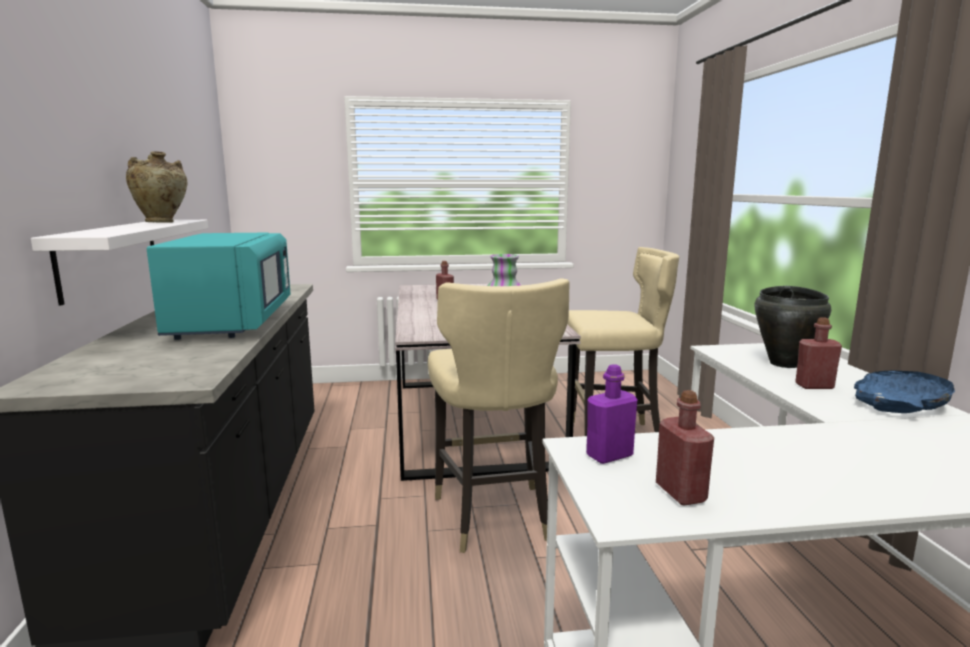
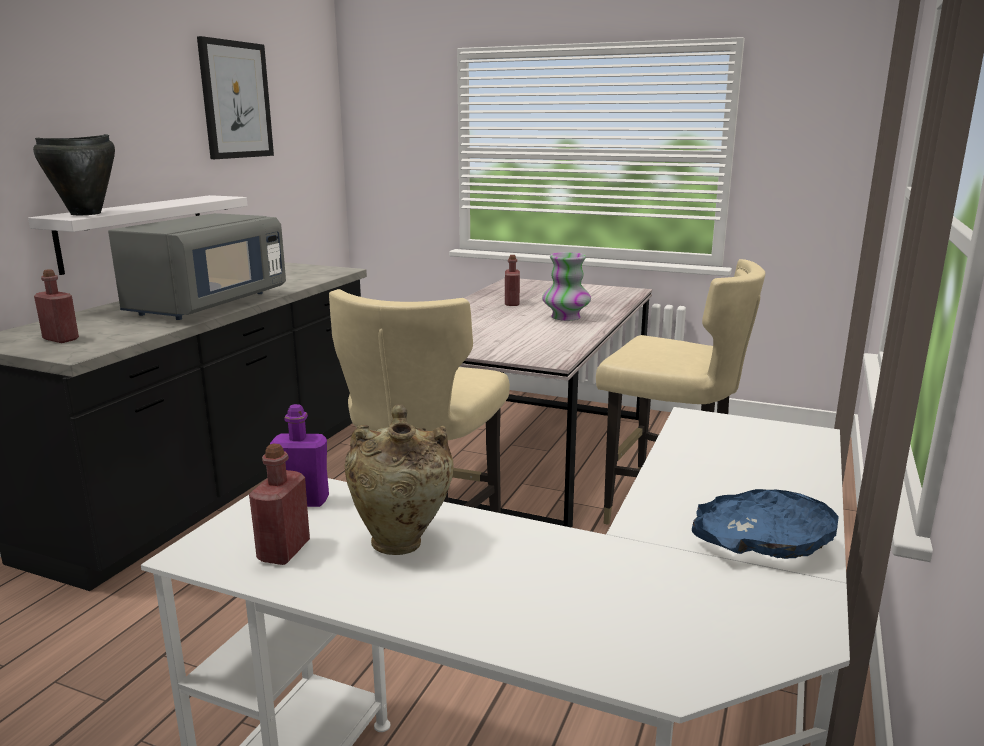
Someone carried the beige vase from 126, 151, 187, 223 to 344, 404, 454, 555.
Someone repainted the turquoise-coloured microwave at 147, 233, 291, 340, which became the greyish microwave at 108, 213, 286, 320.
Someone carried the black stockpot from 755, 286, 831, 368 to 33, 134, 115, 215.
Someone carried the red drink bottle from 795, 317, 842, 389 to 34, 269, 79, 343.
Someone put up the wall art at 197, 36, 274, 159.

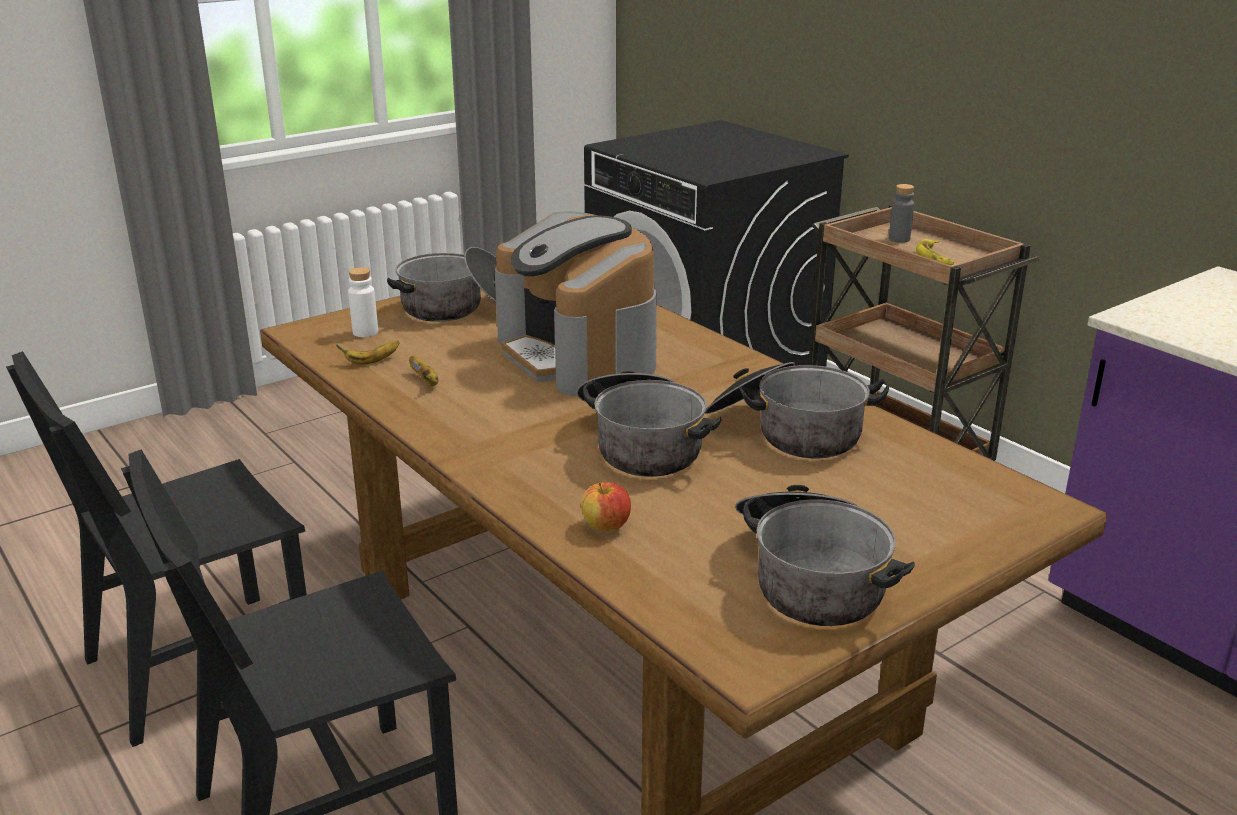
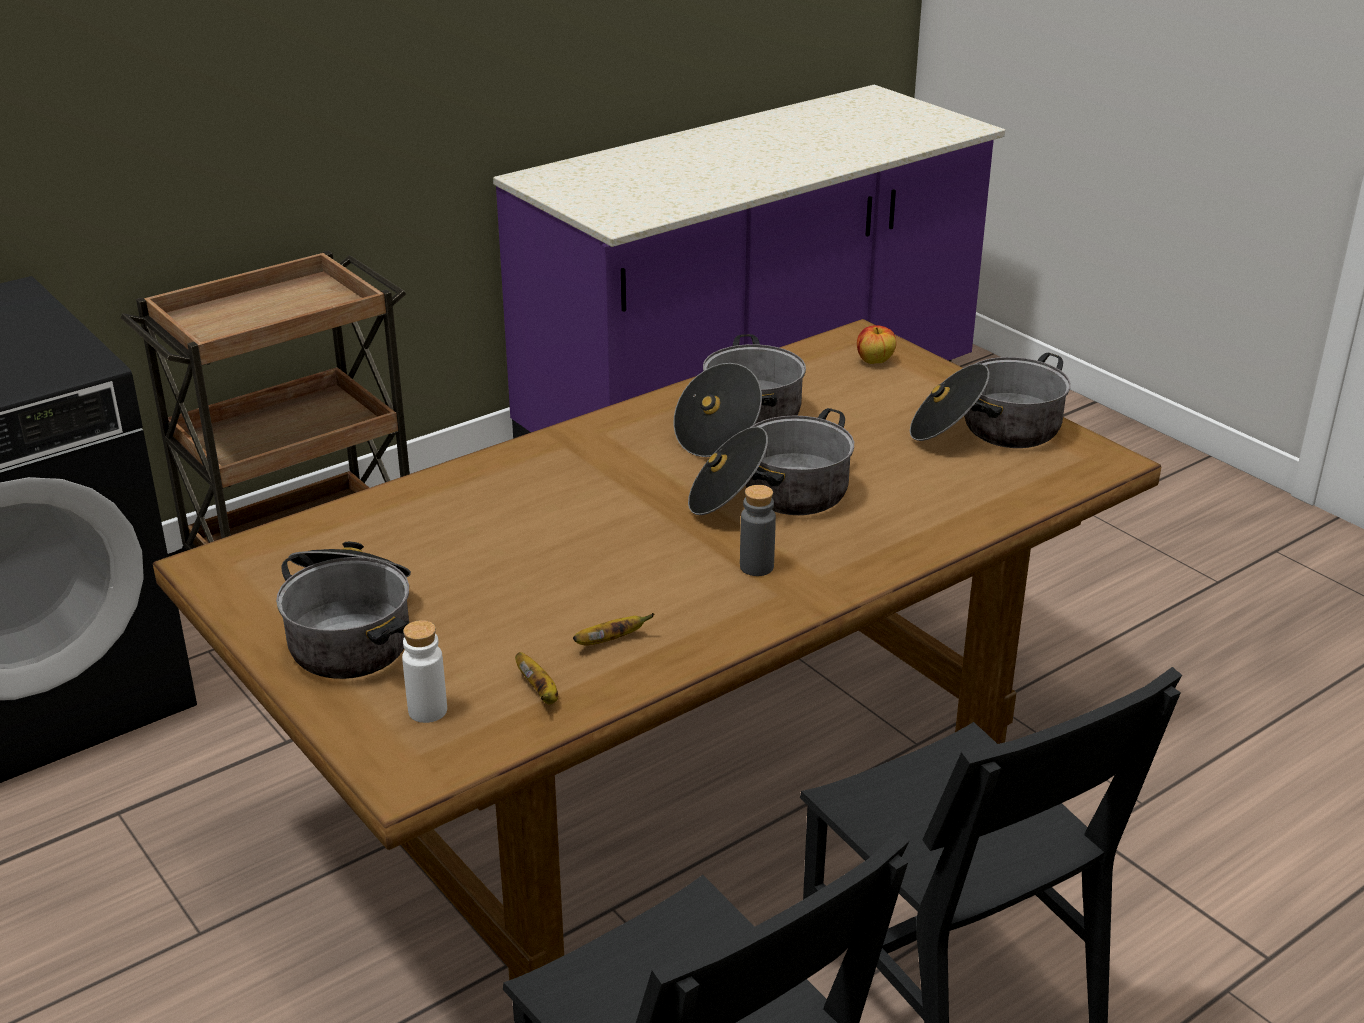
Someone carried the greyish drink bottle from 889, 184, 914, 243 to 740, 485, 776, 576.
Someone took away the coffee brewer at 495, 211, 657, 396.
Someone took away the banana at 916, 239, 954, 265.
Someone carried the apple from 581, 482, 631, 531 to 857, 325, 896, 364.

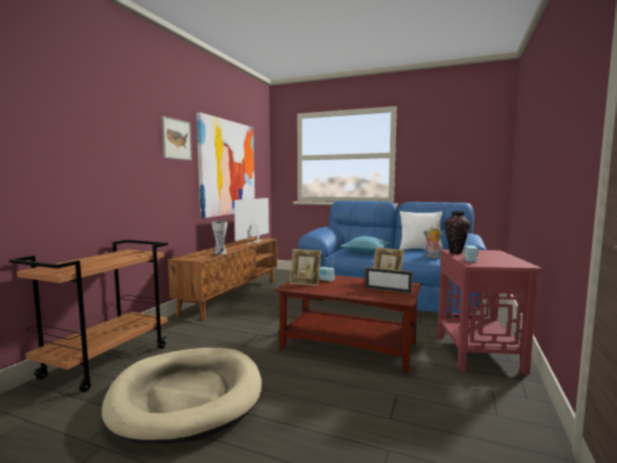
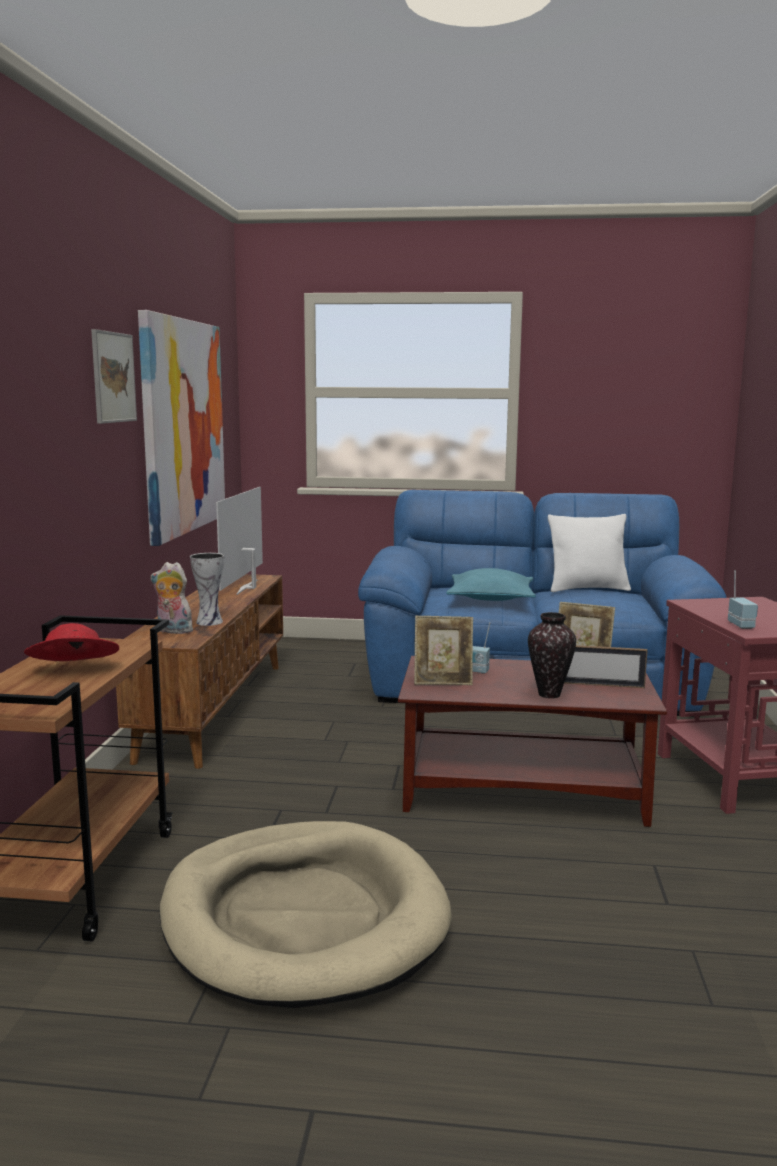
Someone carried the vase from 445, 211, 470, 254 to 528, 612, 576, 698.
Someone carried the soft toy from 423, 225, 443, 258 to 151, 562, 193, 634.
Someone put down the red wearable hat at 24, 623, 119, 661.

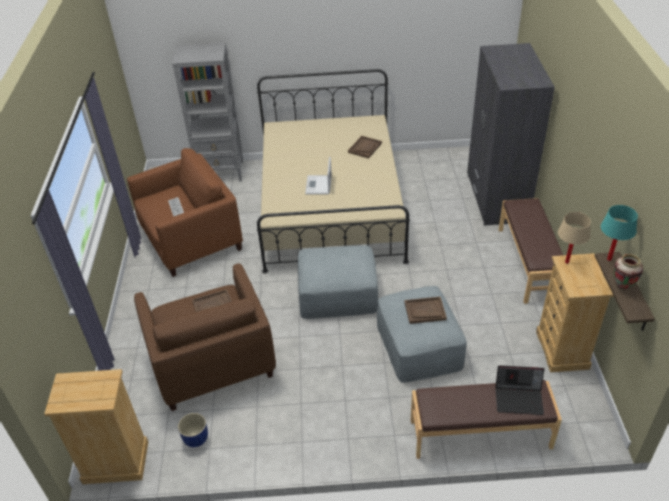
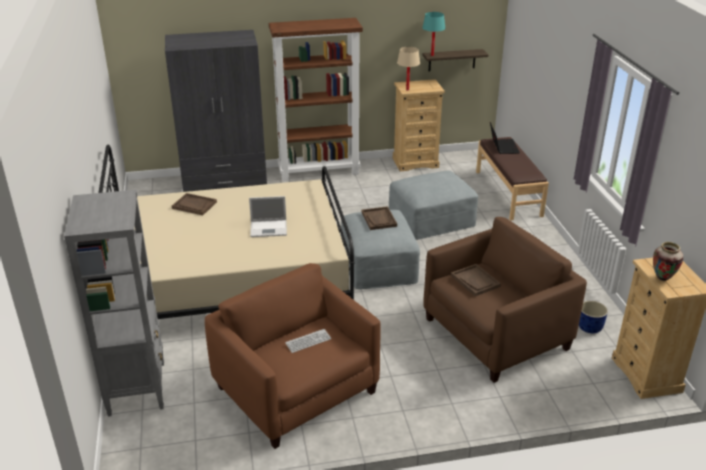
Someone swapped the brown indoor bench at 499, 198, 563, 304 for the brown bookshelf at 269, 18, 363, 181.
Someone carried the vase from 613, 254, 643, 290 to 653, 242, 683, 281.
Someone carried the brown serving tray from 404, 297, 447, 324 to 362, 206, 397, 230.

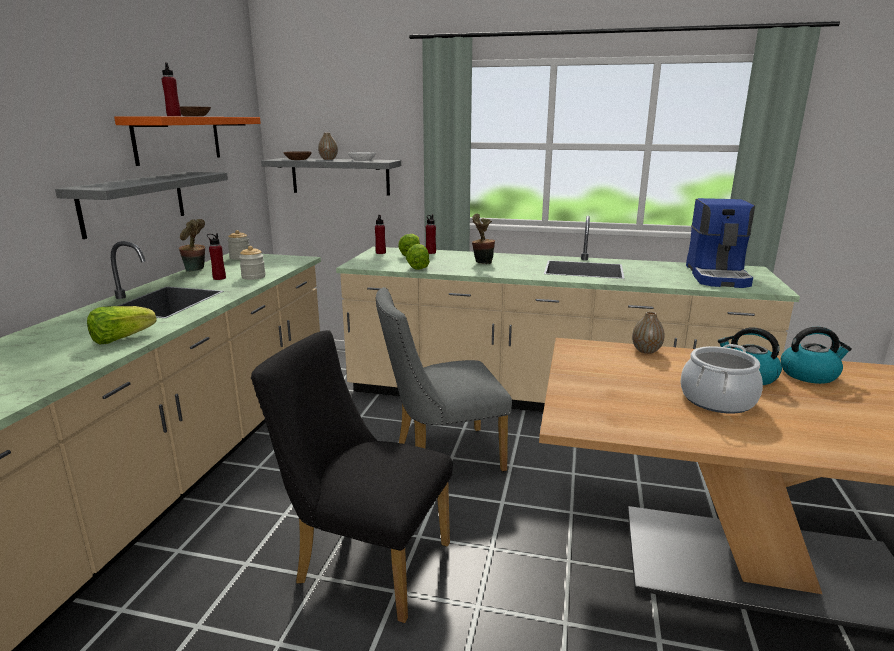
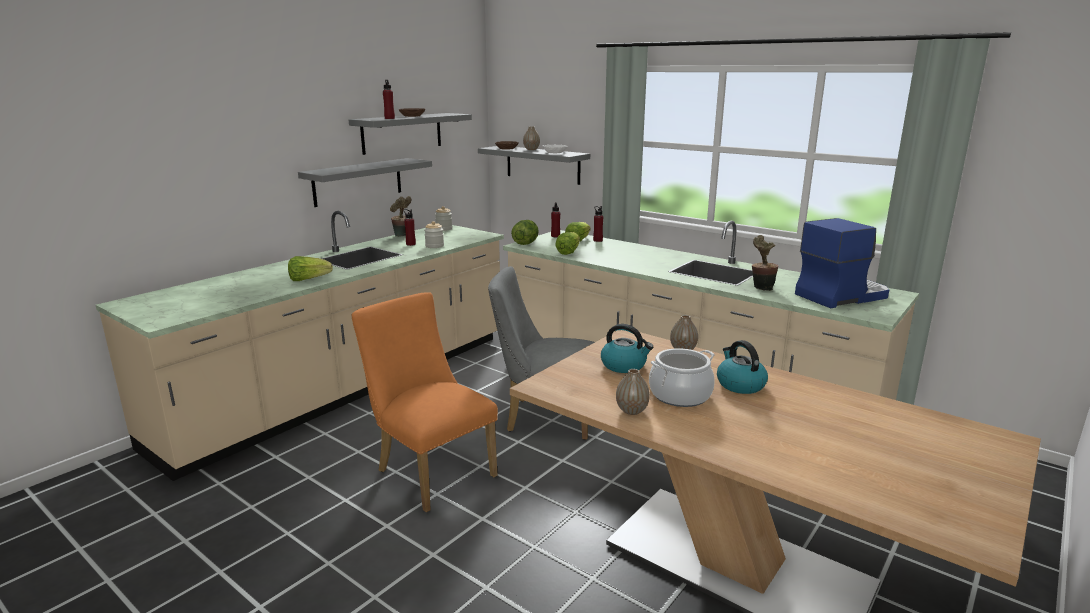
Someone repainted the orange shelf at 114, 117, 261, 166, which became the greyish shelf at 349, 113, 472, 155.
Someone rotated the coffee brewer at 686, 198, 755, 288 by 150 degrees counterclockwise.
Someone carried the houseplant from 472, 213, 495, 264 to 752, 235, 779, 291.
Someone carried the tea kettle from 781, 327, 852, 384 to 601, 324, 653, 373.
Someone repainted the black plain chair at 251, 330, 453, 623, which became the orange plain chair at 352, 292, 498, 512.
Someone put down the head of lettuce at 511, 220, 539, 245.
Someone put down the vase at 616, 369, 650, 415.

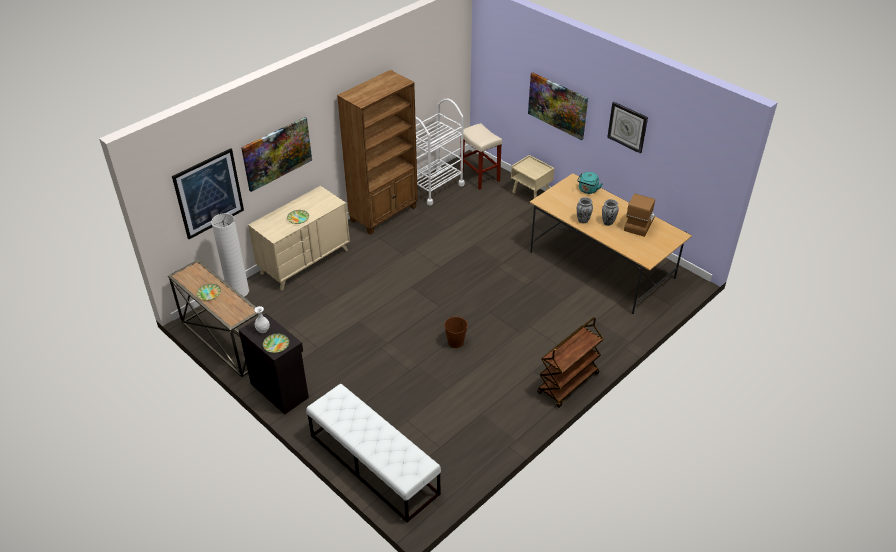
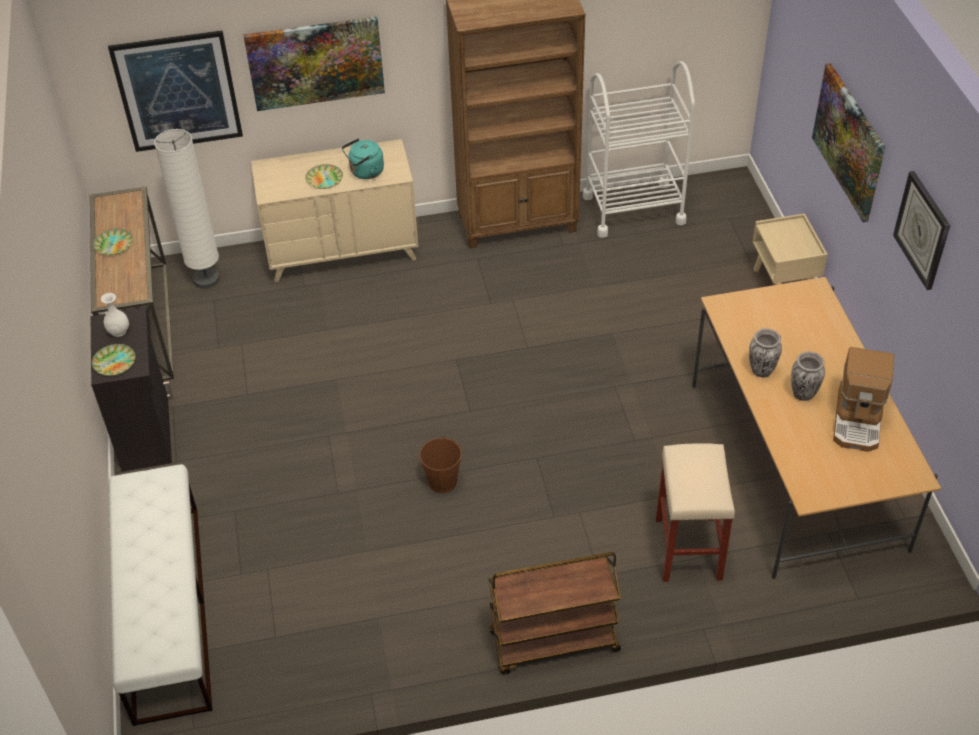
Someone carried the beige sitting stool from 460, 123, 502, 190 to 656, 443, 735, 582.
Someone carried the turquoise-coloured tea kettle from 577, 172, 603, 194 to 342, 138, 384, 179.
Someone rotated the coffee brewer at 624, 194, 655, 237 by 135 degrees clockwise.

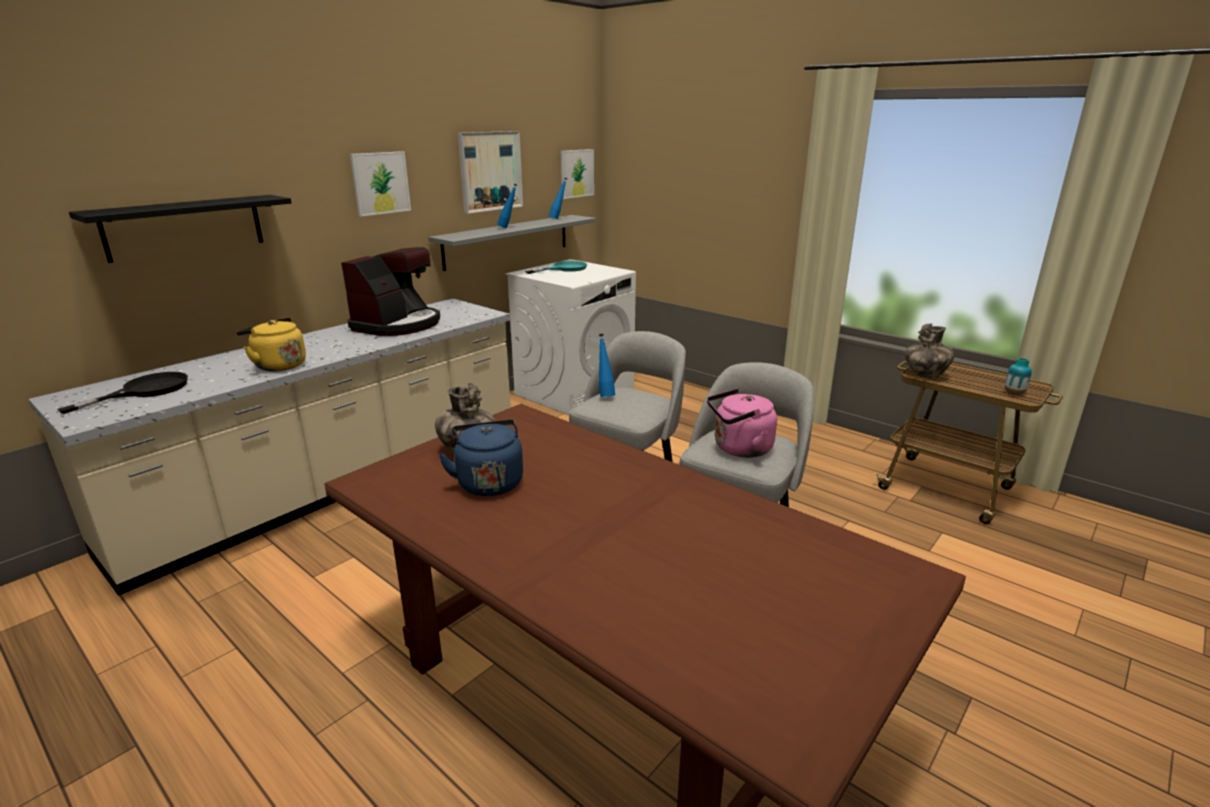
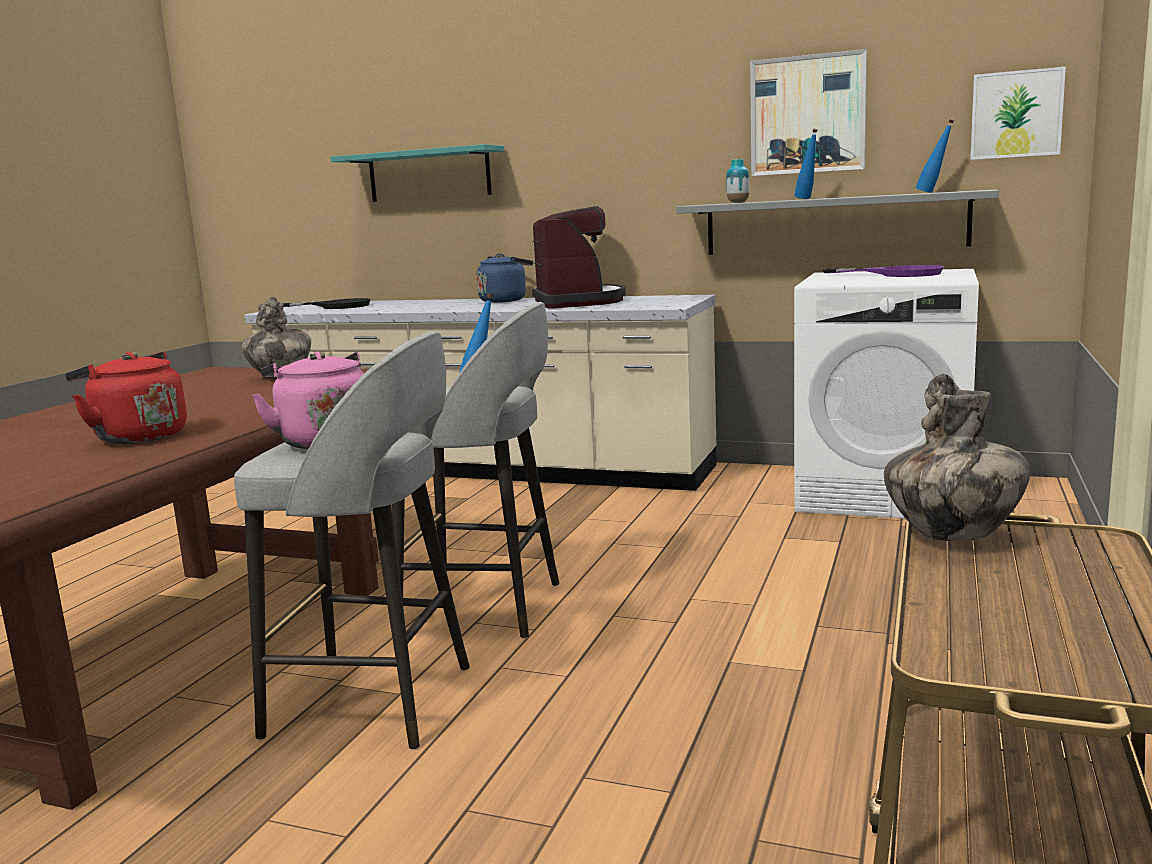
Someone took away the wall art at 350, 151, 411, 217.
Someone repainted the black shelf at 69, 195, 292, 263, which became the turquoise-coloured shelf at 331, 144, 504, 202.
Someone rotated the coffee brewer at 341, 247, 440, 336 by 105 degrees counterclockwise.
Someone repainted the turquoise-coloured frying pan at 525, 261, 587, 274, which became the purple-coloured frying pan at 823, 265, 944, 277.
Someone took away the yellow-coloured tea kettle at 236, 317, 306, 371.
Someone carried the vase from 1005, 358, 1032, 395 to 726, 159, 750, 203.
Someone carried the bluish tea kettle from 438, 420, 523, 496 to 477, 253, 533, 303.
Someone put down the red tea kettle at 65, 352, 187, 444.

